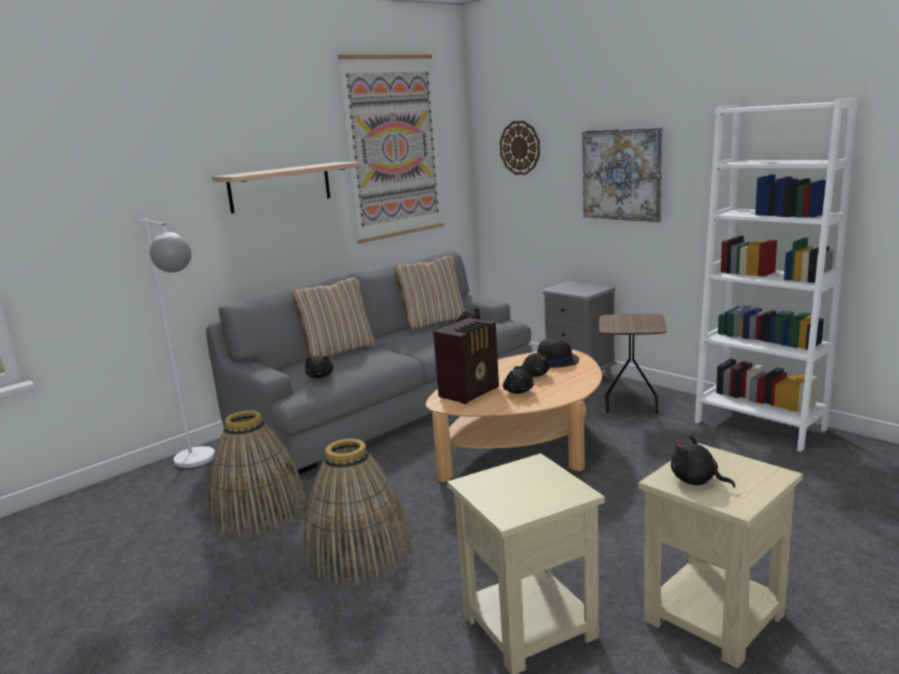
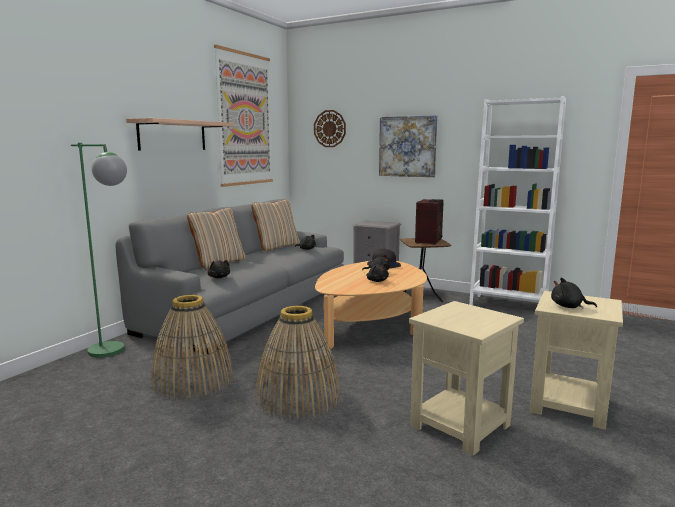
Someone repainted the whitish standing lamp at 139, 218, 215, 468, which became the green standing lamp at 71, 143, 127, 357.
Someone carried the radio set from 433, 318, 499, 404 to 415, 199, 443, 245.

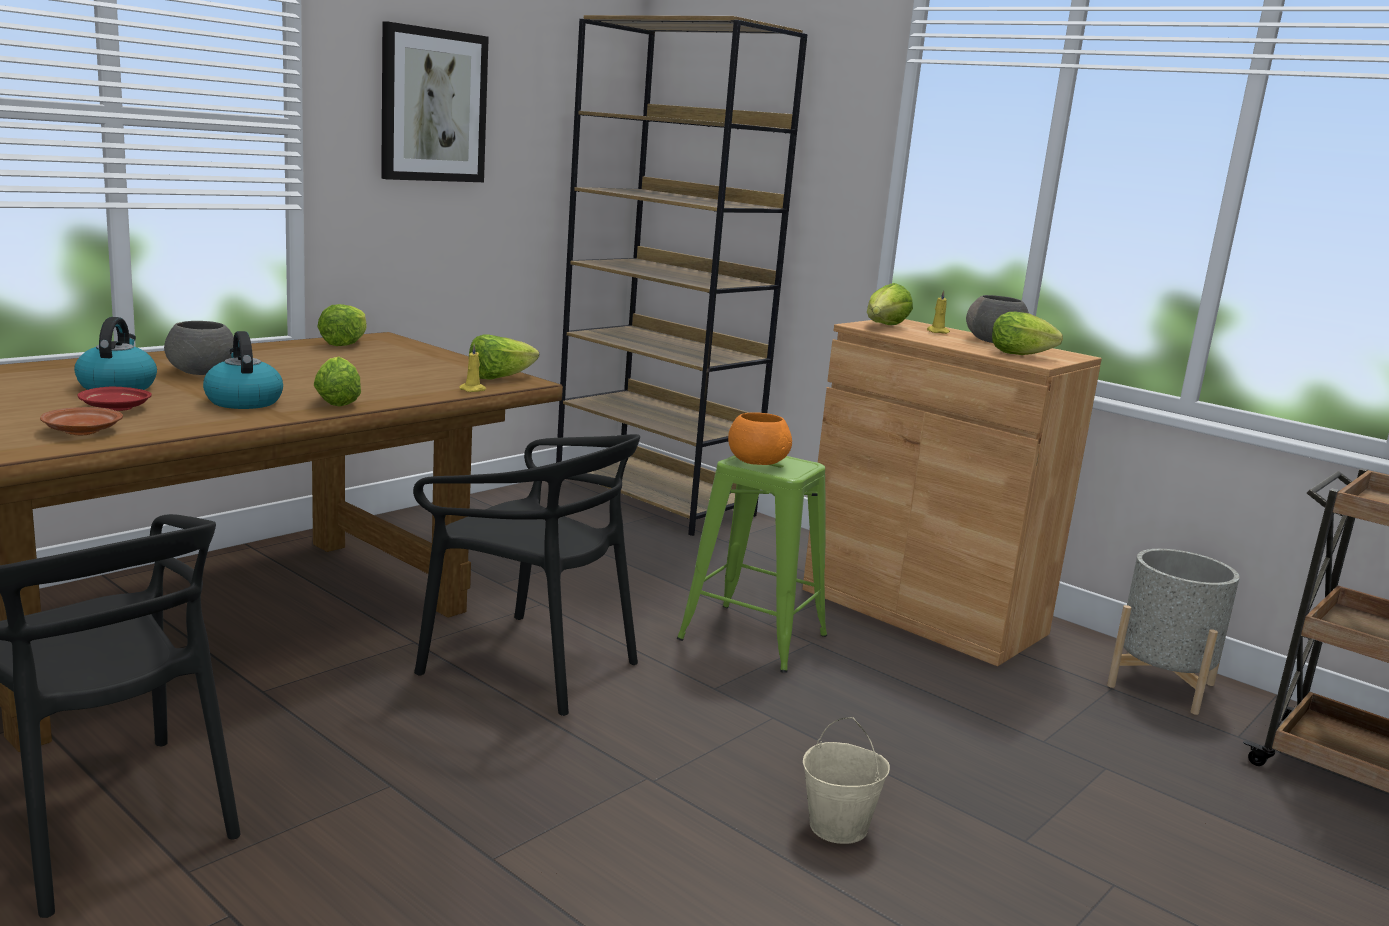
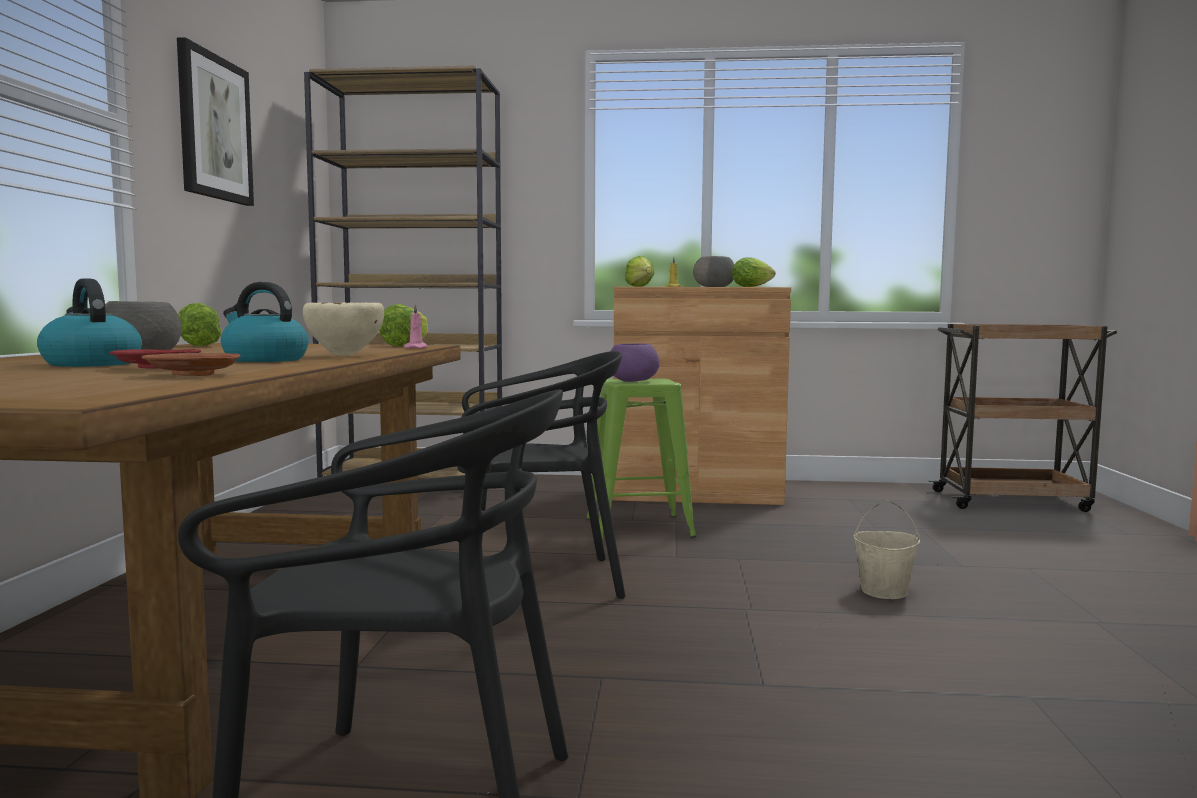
Someone repainted the yellow-coloured candle at 459, 343, 486, 392, which became the pink candle at 404, 304, 428, 348.
Someone swapped the head of lettuce at 314, 356, 361, 407 for the beige serving bowl at 303, 303, 384, 356.
Someone repainted the orange serving bowl at 728, 412, 792, 465, which became the purple-coloured serving bowl at 611, 344, 660, 382.
Someone took away the greyish flower pot at 1107, 549, 1240, 715.

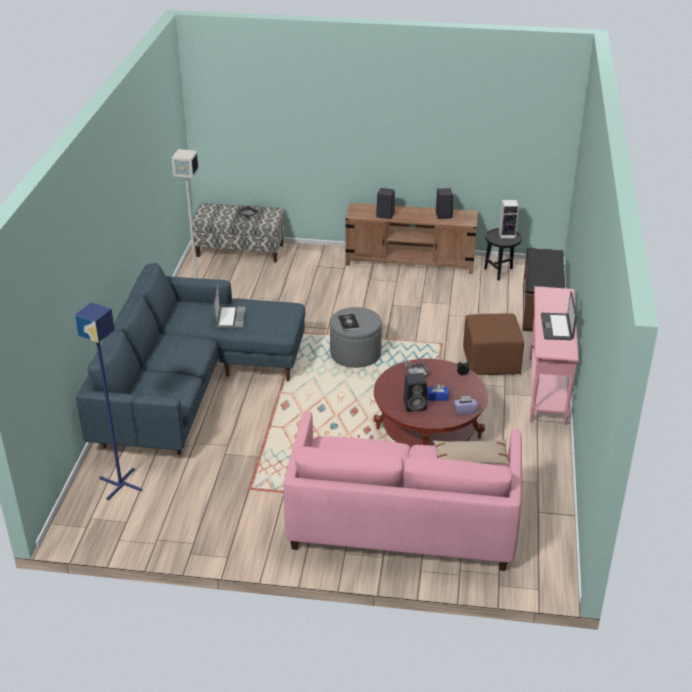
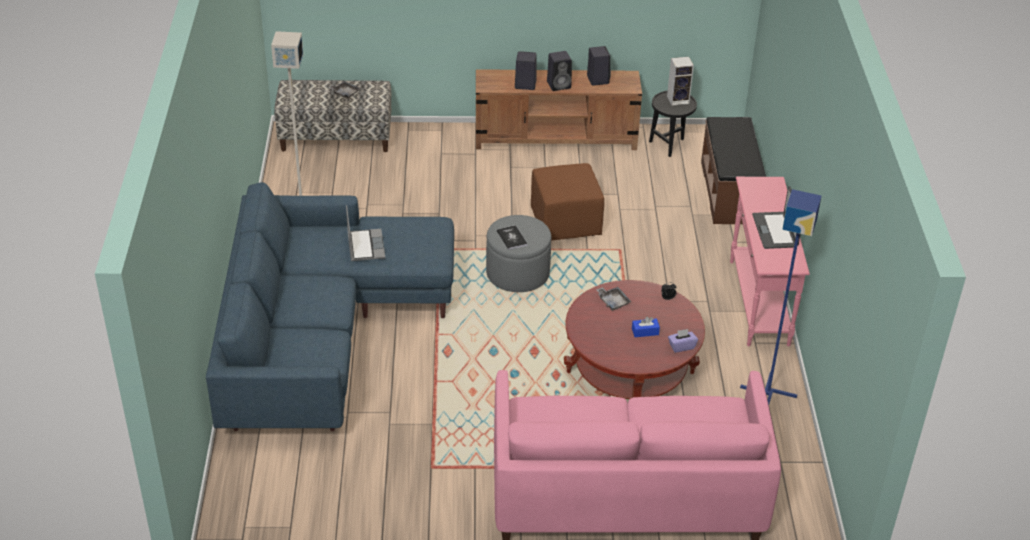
Someone carried the bluish standing lamp from 75, 302, 142, 500 to 740, 189, 821, 405.
Someone carried the brown ottoman from 463, 314, 524, 375 to 531, 163, 604, 241.
Someone carried the black audio speaker from 403, 373, 427, 412 to 547, 51, 572, 91.
Someone took away the beige cushion at 433, 440, 509, 465.

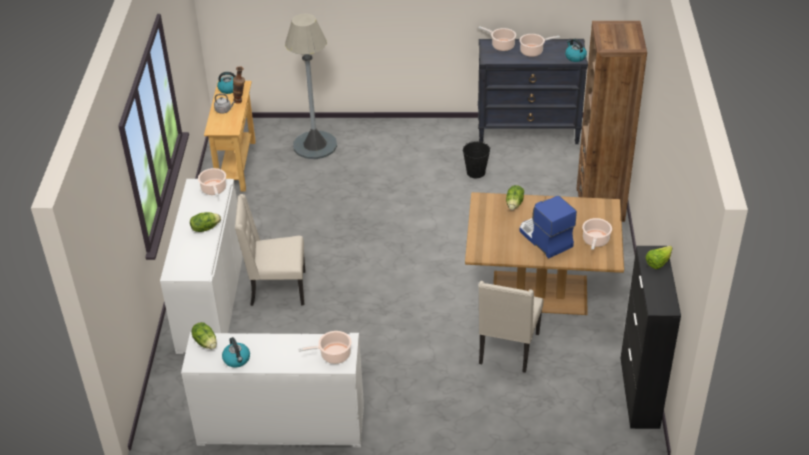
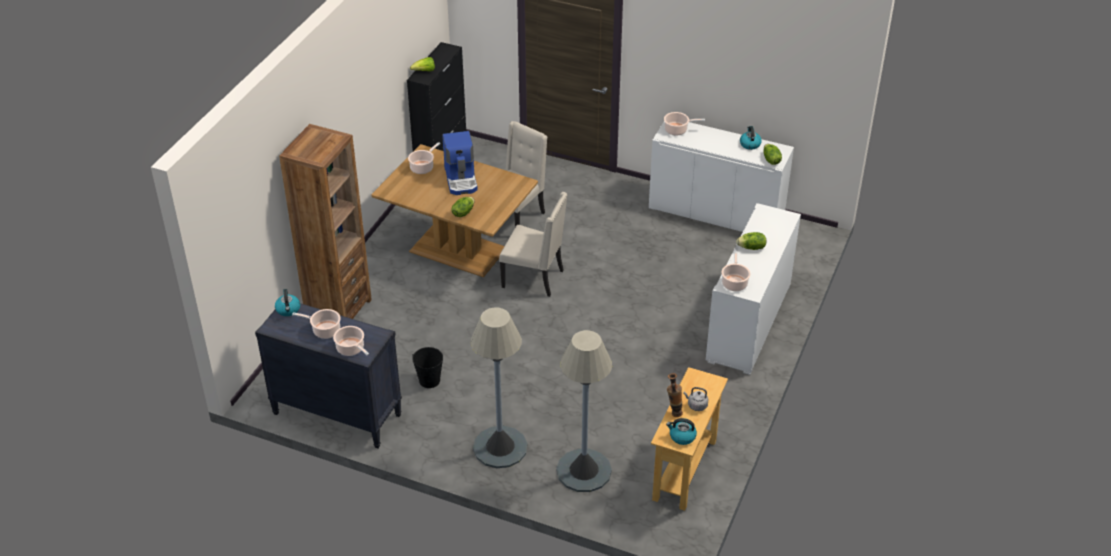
Someone carried the beige plain chair from 235, 194, 305, 306 to 499, 192, 568, 297.
Someone put down the greyish standing lamp at 471, 307, 527, 468.

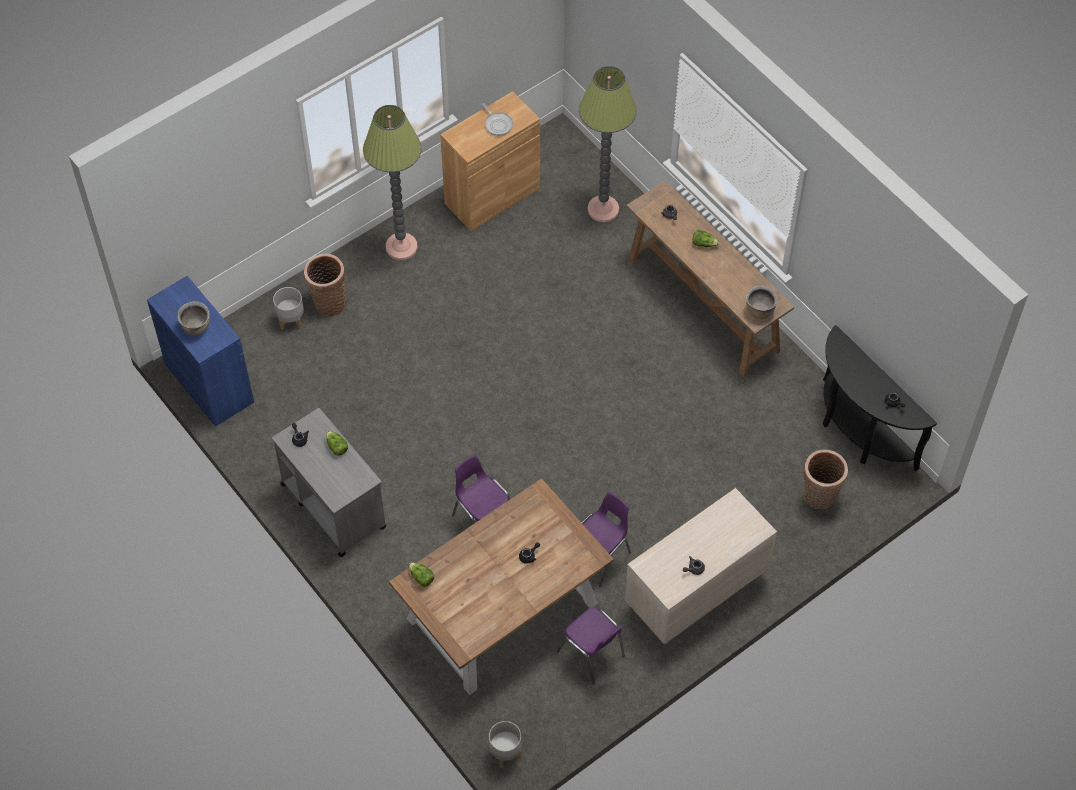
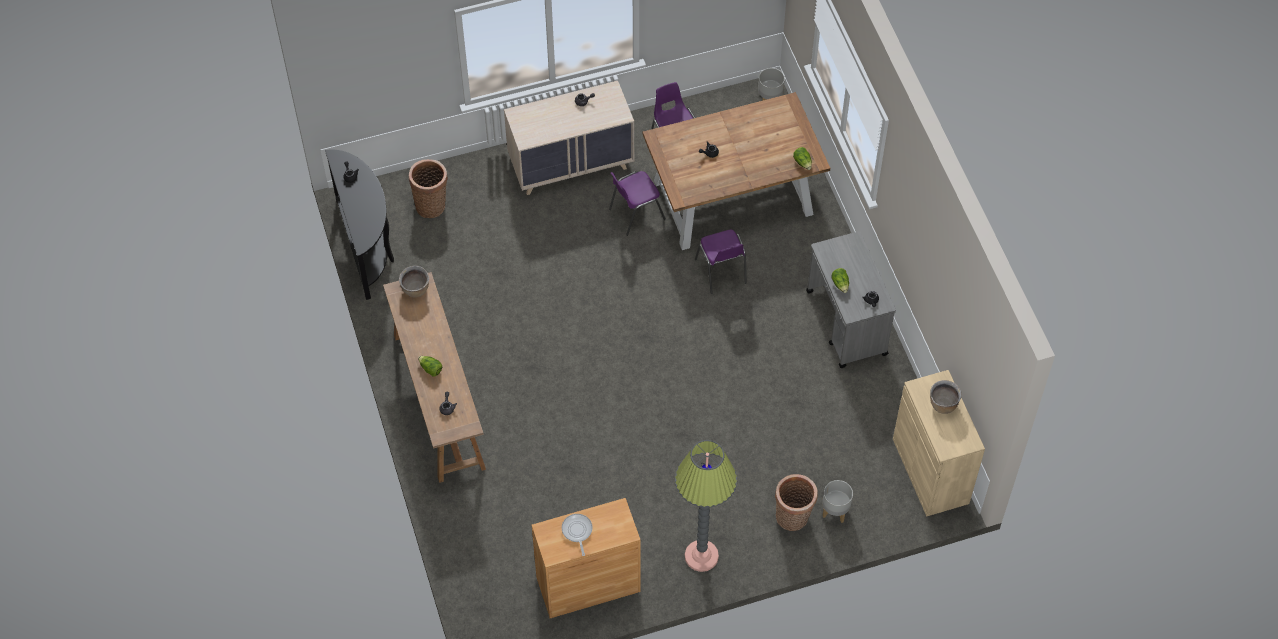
Someone took away the standing lamp at 579, 66, 637, 222.
Someone repainted the bluish storage cabinet at 147, 276, 254, 427, which became the beige storage cabinet at 893, 370, 985, 517.

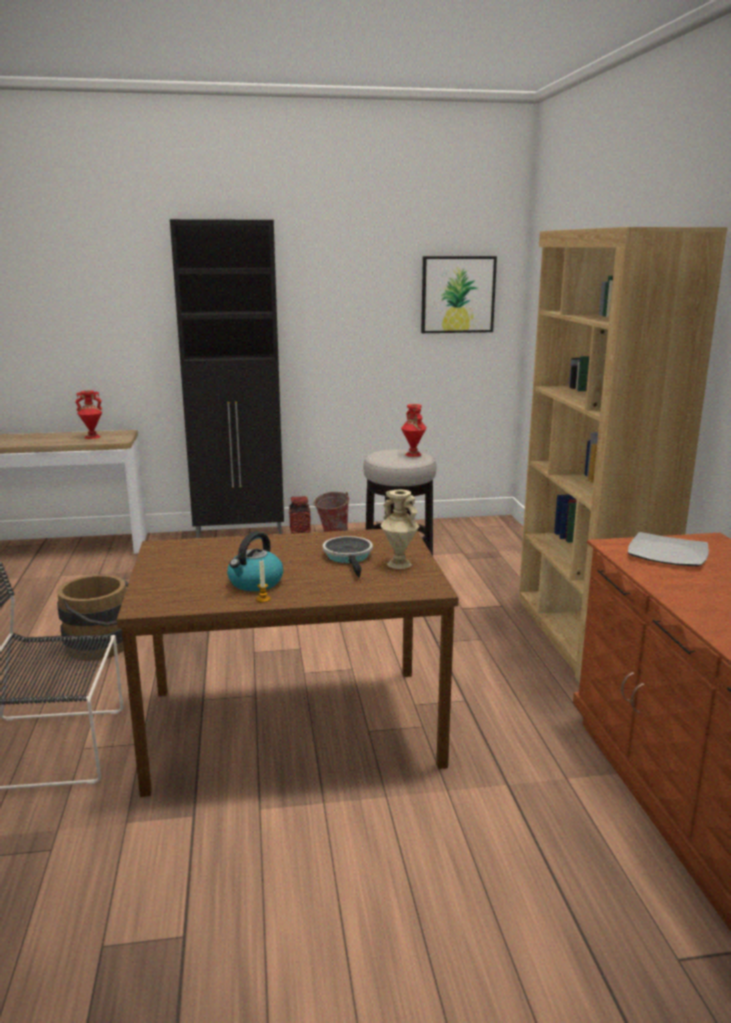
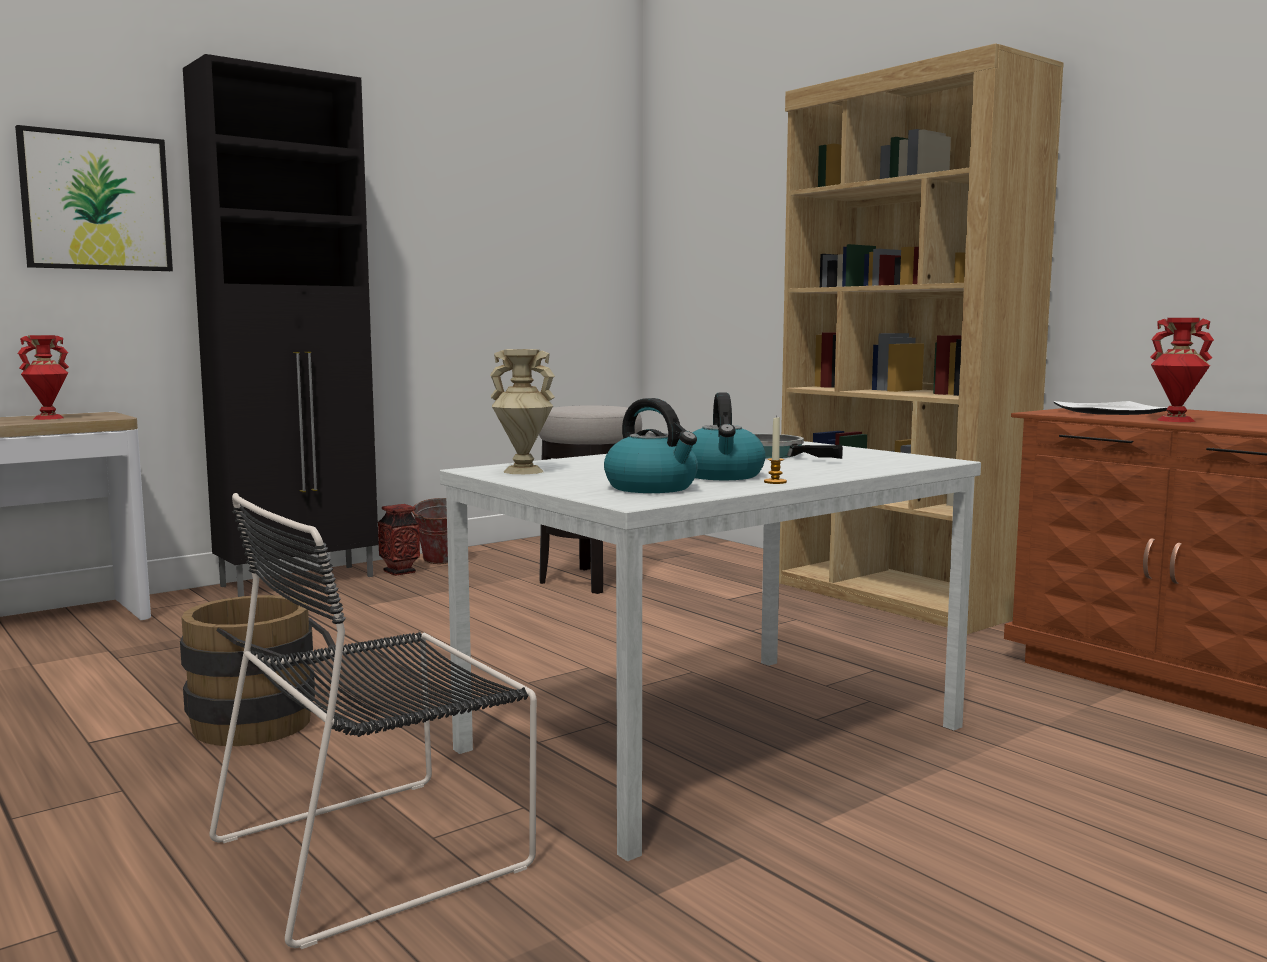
Someone carried the wall art from 421, 256, 497, 333 to 15, 125, 173, 271.
Someone carried the red vase from 401, 404, 427, 457 to 1150, 318, 1214, 422.
Someone carried the beige vase from 380, 489, 420, 569 to 490, 349, 555, 474.
Someone repainted the brown dining table at 117, 529, 459, 797, which became the whitish dining table at 440, 441, 981, 861.
Someone put down the tea kettle at 604, 398, 698, 493.

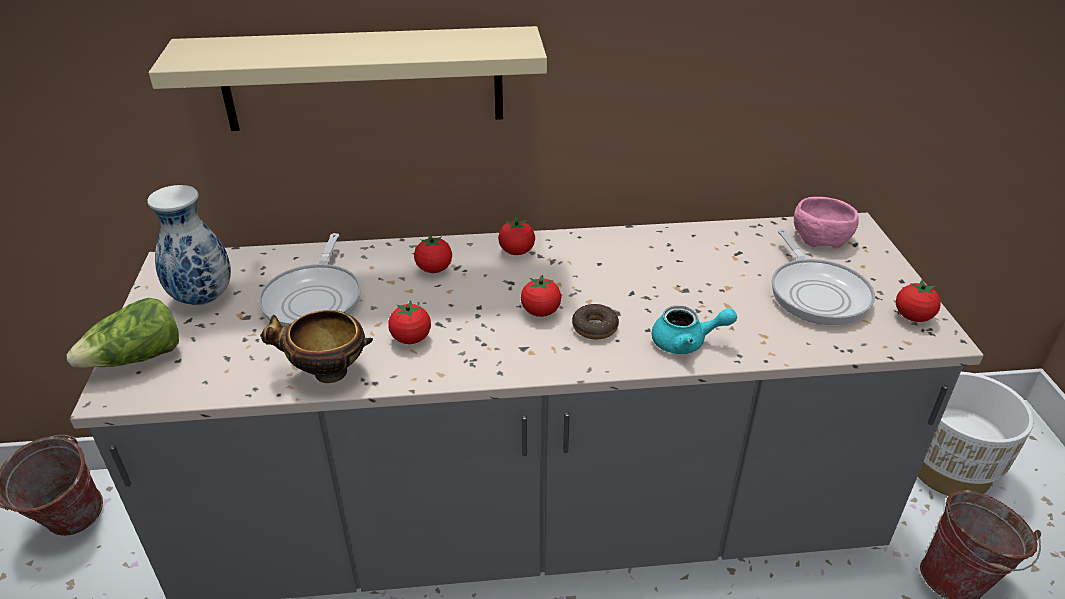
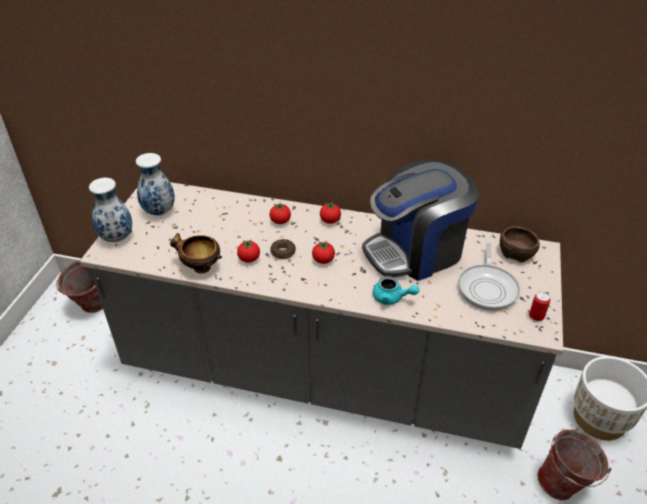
Someone took away the beige shelf at 149, 26, 547, 131.
Someone repainted the pink serving bowl at 794, 197, 859, 248, which became the brown serving bowl at 500, 226, 540, 262.
Someone took away the frying pan at 258, 233, 361, 327.
Someone swapped the fresh tomato at 896, 279, 941, 322 for the can at 529, 291, 551, 322.
Someone swapped the head of lettuce at 66, 298, 179, 368 for the vase at 89, 178, 132, 242.
Someone carried the donut from 572, 304, 619, 339 to 270, 239, 296, 259.
Someone put down the coffee brewer at 362, 159, 479, 281.

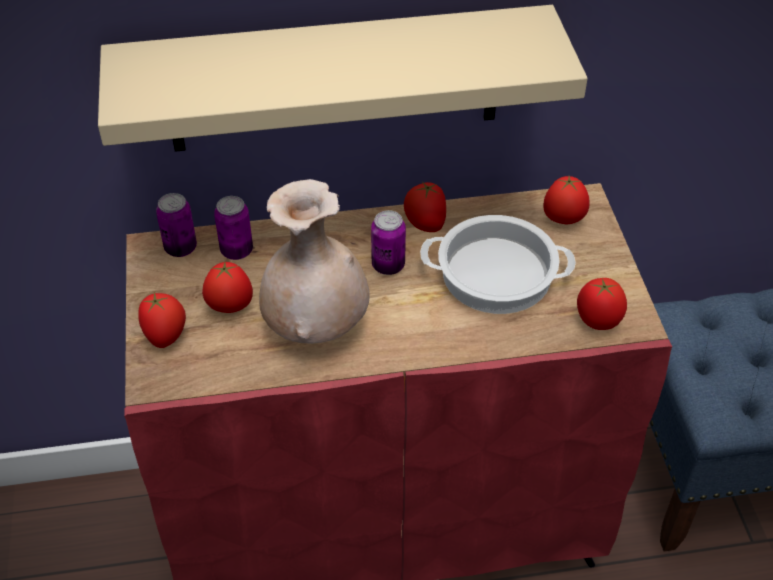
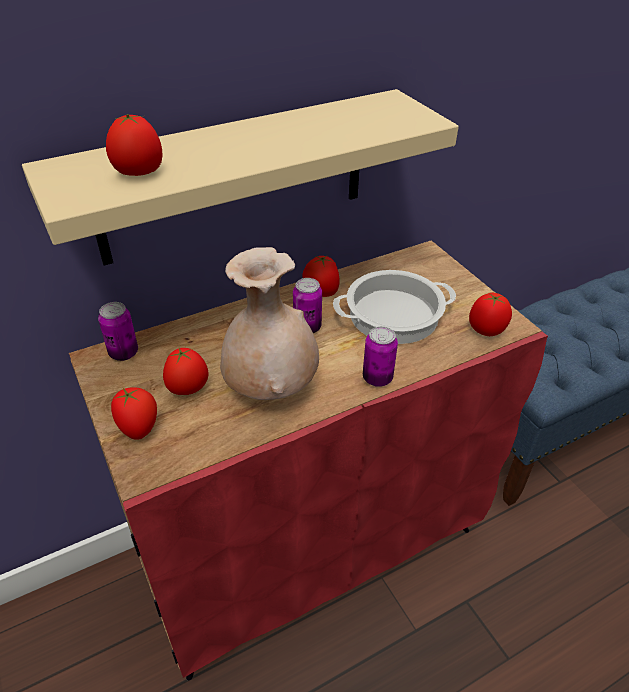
Someone carried the fresh tomato from 543, 176, 590, 224 to 106, 114, 162, 176.
Someone carried the can from 214, 196, 253, 260 to 363, 326, 398, 387.

